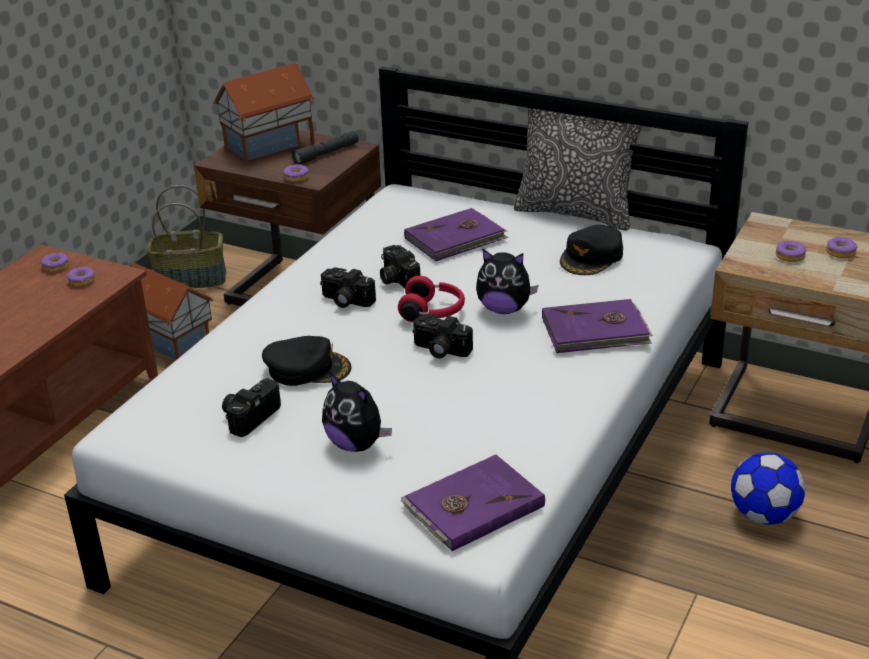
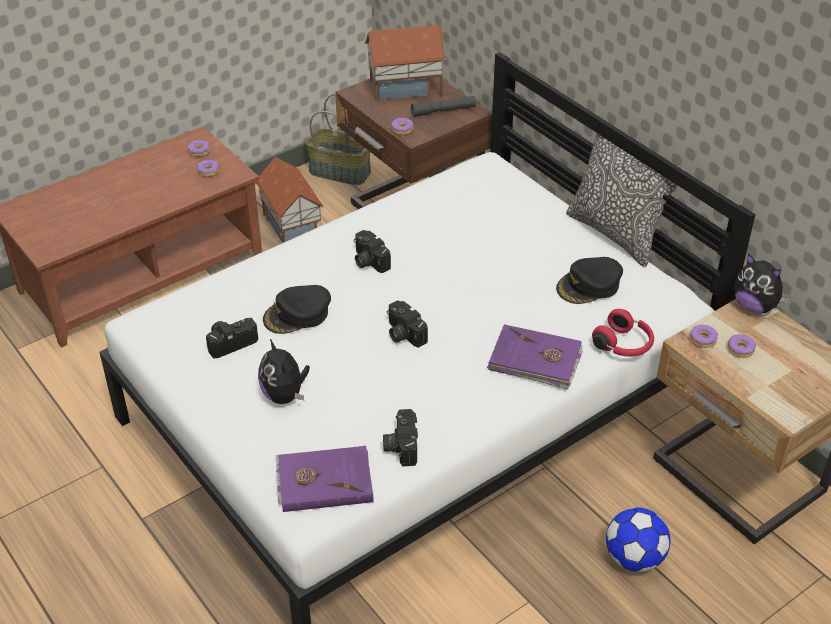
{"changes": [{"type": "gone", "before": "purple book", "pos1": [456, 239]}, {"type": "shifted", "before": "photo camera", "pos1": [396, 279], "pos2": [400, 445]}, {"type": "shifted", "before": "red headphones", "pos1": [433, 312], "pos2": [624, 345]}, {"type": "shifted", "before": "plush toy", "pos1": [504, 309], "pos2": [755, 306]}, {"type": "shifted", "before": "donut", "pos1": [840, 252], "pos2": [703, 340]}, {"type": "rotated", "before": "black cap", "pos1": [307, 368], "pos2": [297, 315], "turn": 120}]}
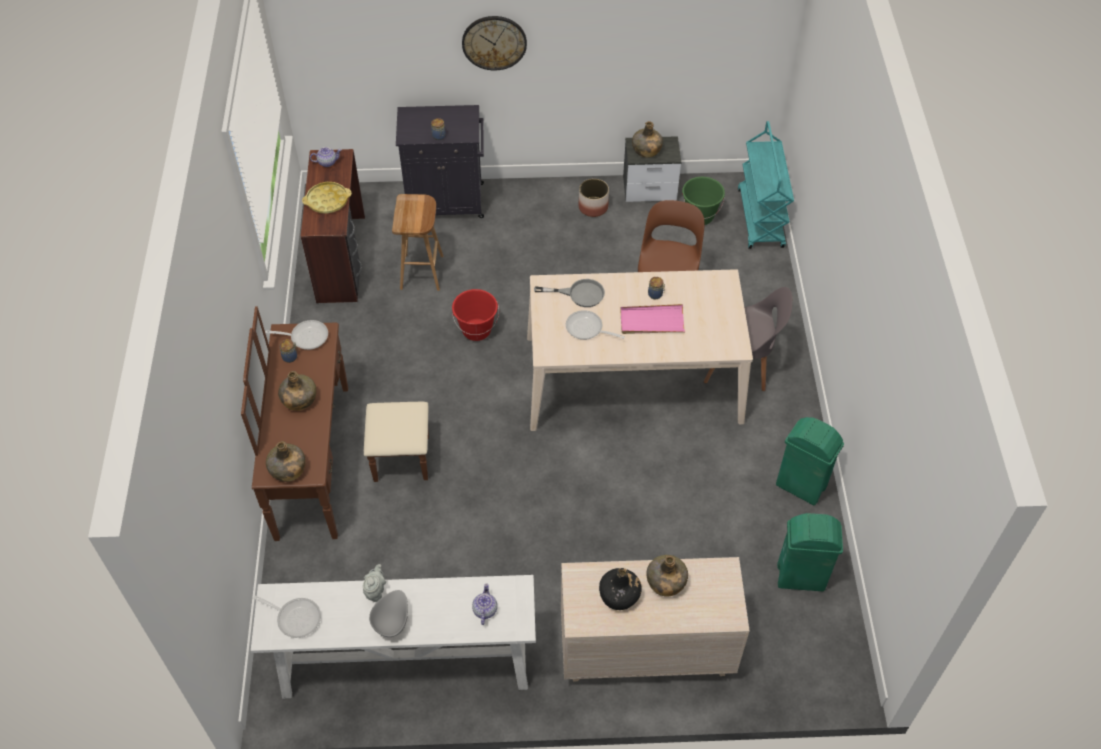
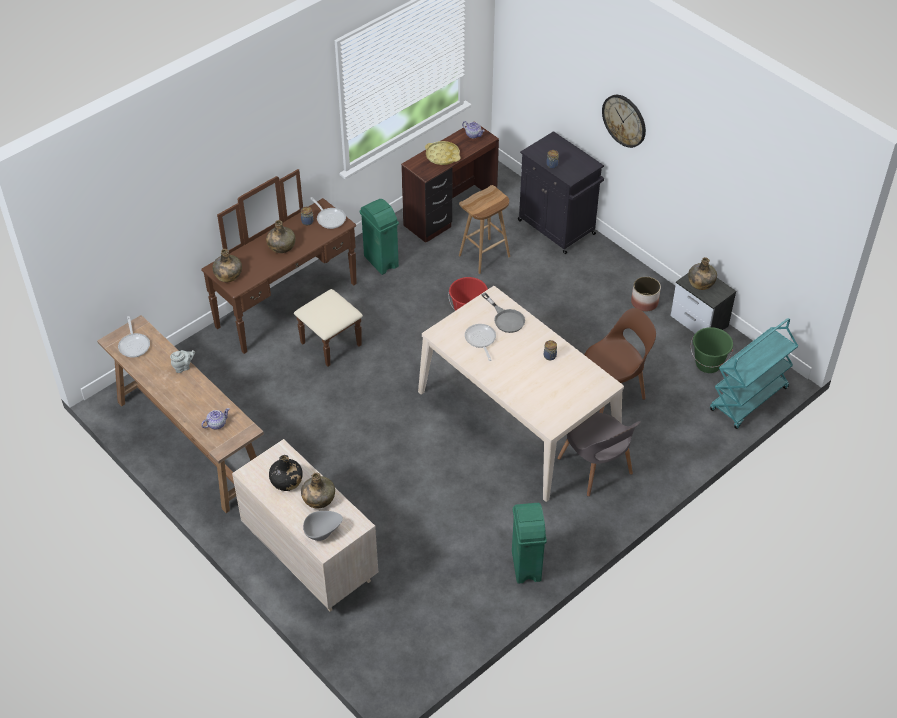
{"changes": [{"type": "gone", "before": "pink tray", "pos1": [652, 321]}, {"type": "shifted", "before": "grey bowl", "pos1": [392, 622], "pos2": [322, 532]}, {"type": "shifted", "before": "green trash can", "pos1": [801, 578], "pos2": [381, 262]}, {"type": "repainted", "before": "white console table", "after": "brown console table", "pos1": [404, 663], "pos2": [190, 442]}]}
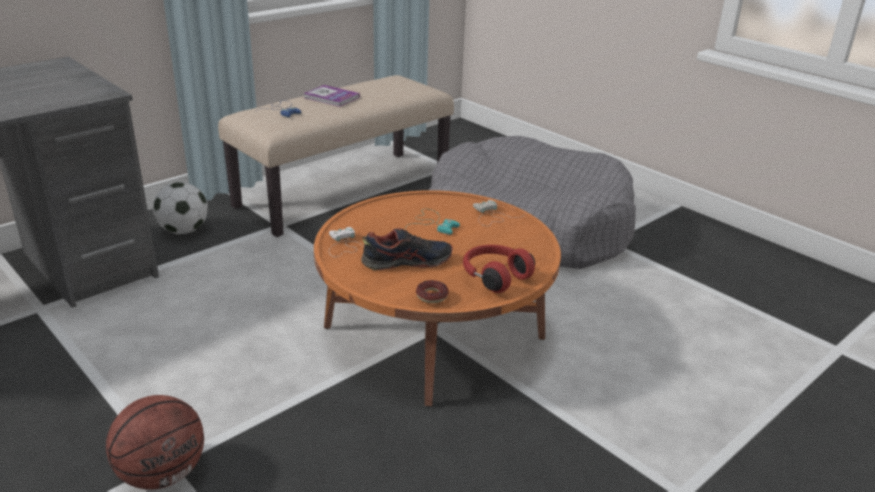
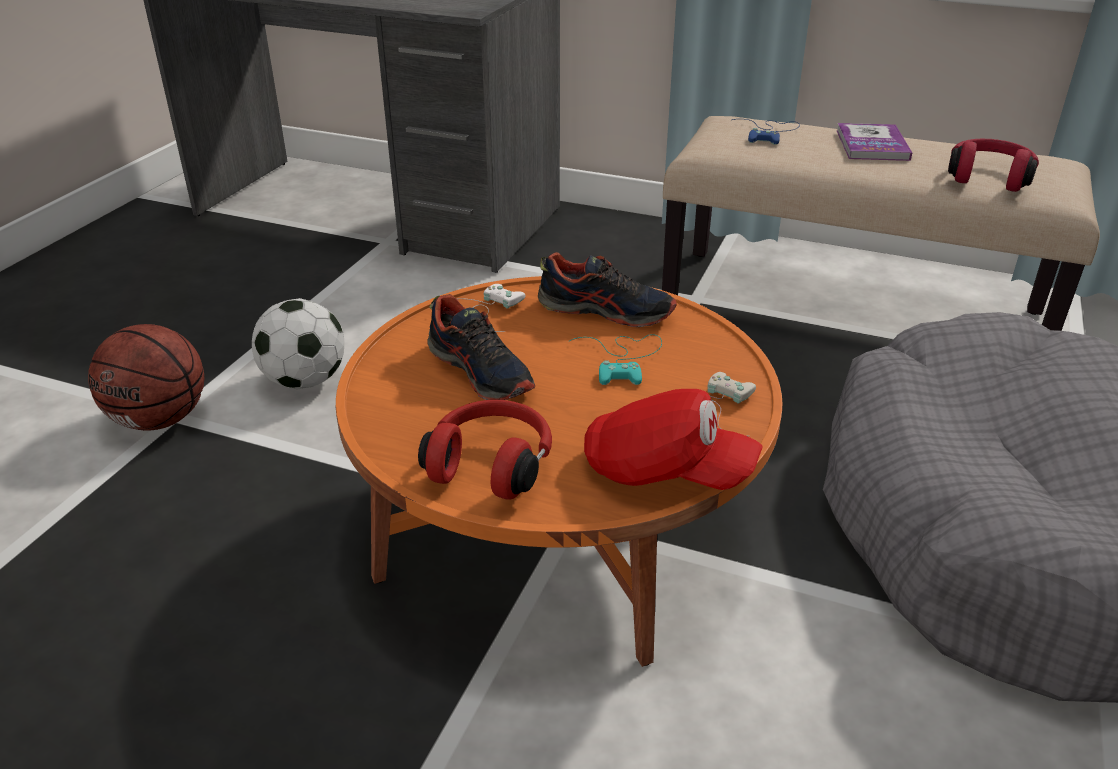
{"changes": [{"type": "gone", "before": "donut", "pos1": [432, 295]}, {"type": "new", "after": "shoe", "pos2": [606, 310]}, {"type": "new", "after": "red cap", "pos2": [665, 471]}, {"type": "new", "after": "red headphones", "pos2": [988, 177]}, {"type": "shifted", "before": "football", "pos1": [183, 231], "pos2": [305, 381]}]}
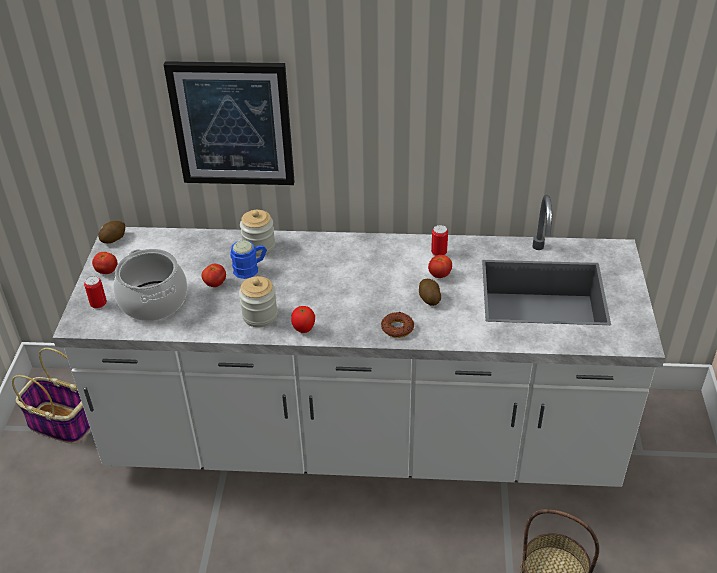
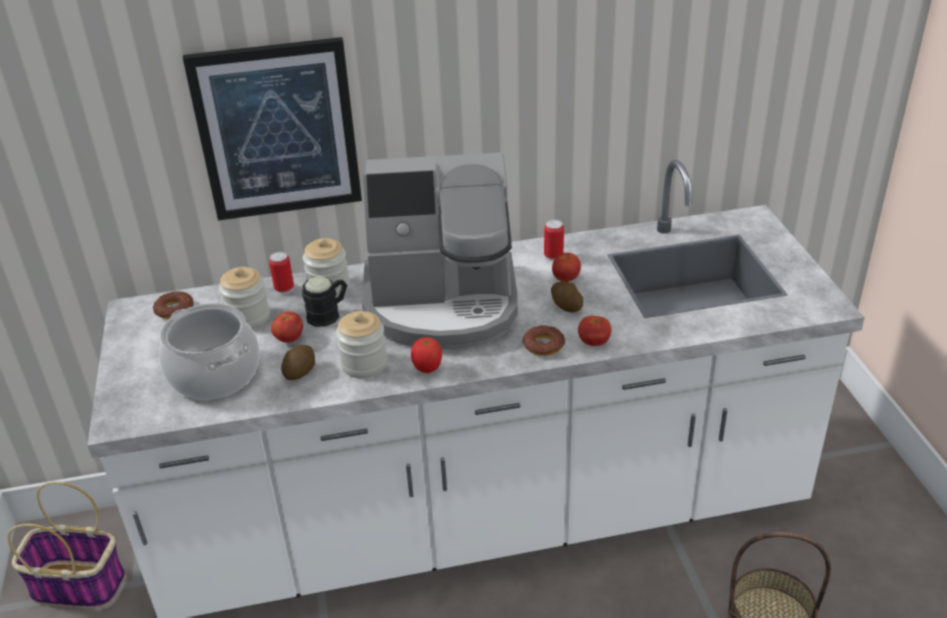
{"changes": [{"type": "new", "after": "donut", "pos2": [174, 310]}, {"type": "new", "after": "jar", "pos2": [248, 317]}, {"type": "new", "after": "coffee machine", "pos2": [442, 304]}, {"type": "shifted", "before": "can", "pos1": [98, 304], "pos2": [284, 289]}, {"type": "shifted", "before": "tomato", "pos1": [107, 271], "pos2": [594, 342]}, {"type": "shifted", "before": "potato", "pos1": [113, 238], "pos2": [300, 371]}, {"type": "repainted", "before": "blue mug", "after": "black mug", "pos1": [250, 269], "pos2": [328, 314]}]}
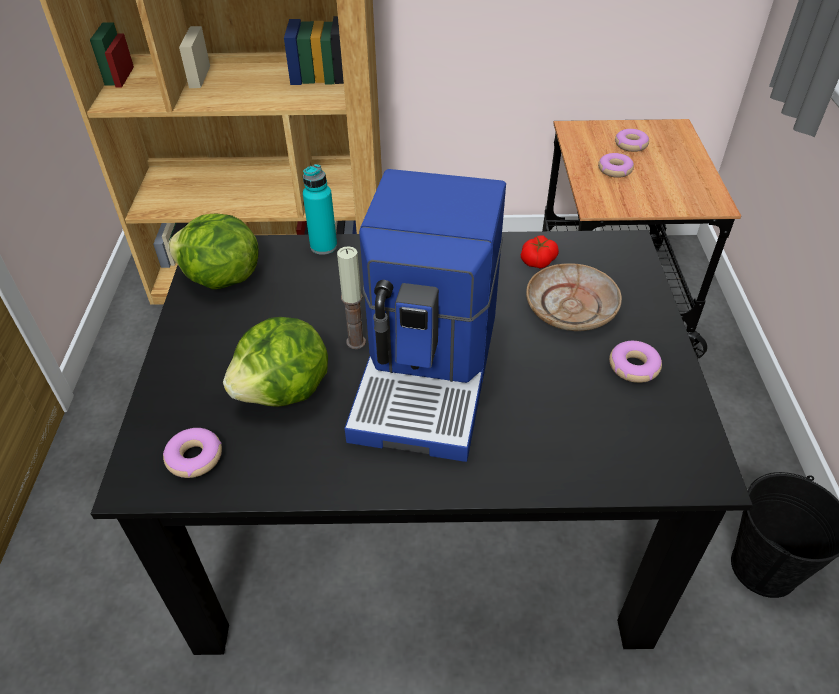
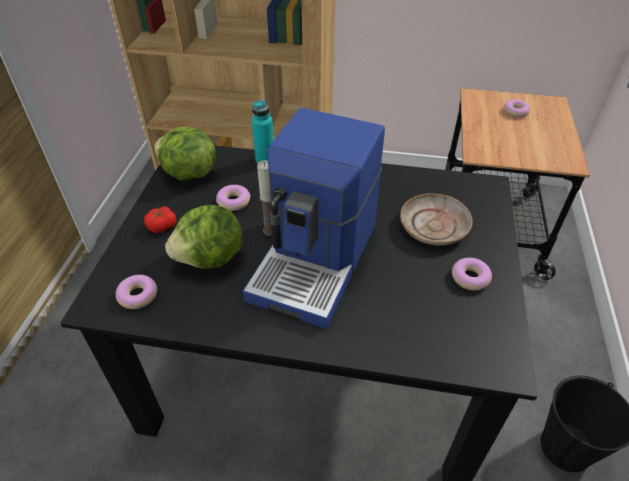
{"changes": [{"type": "shifted", "before": "tomato", "pos1": [538, 260], "pos2": [161, 226]}, {"type": "shifted", "before": "donut", "pos1": [614, 170], "pos2": [233, 201]}]}
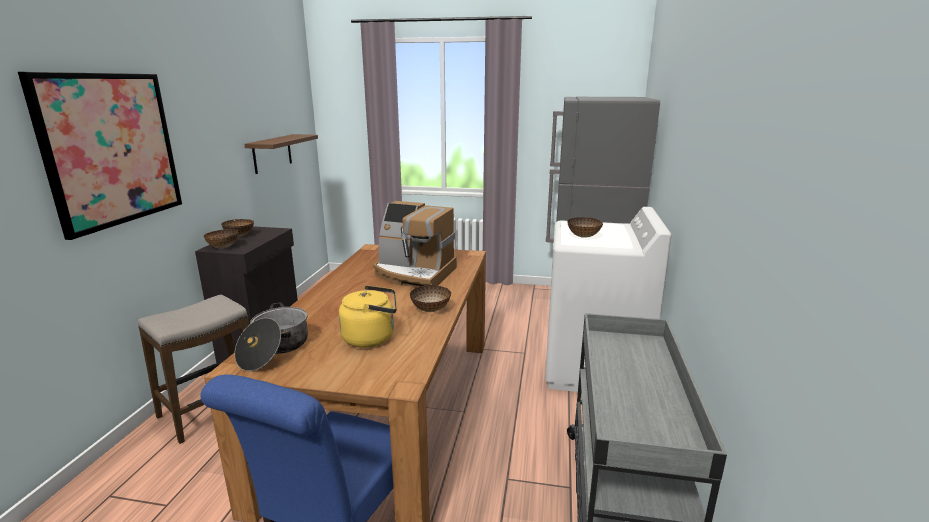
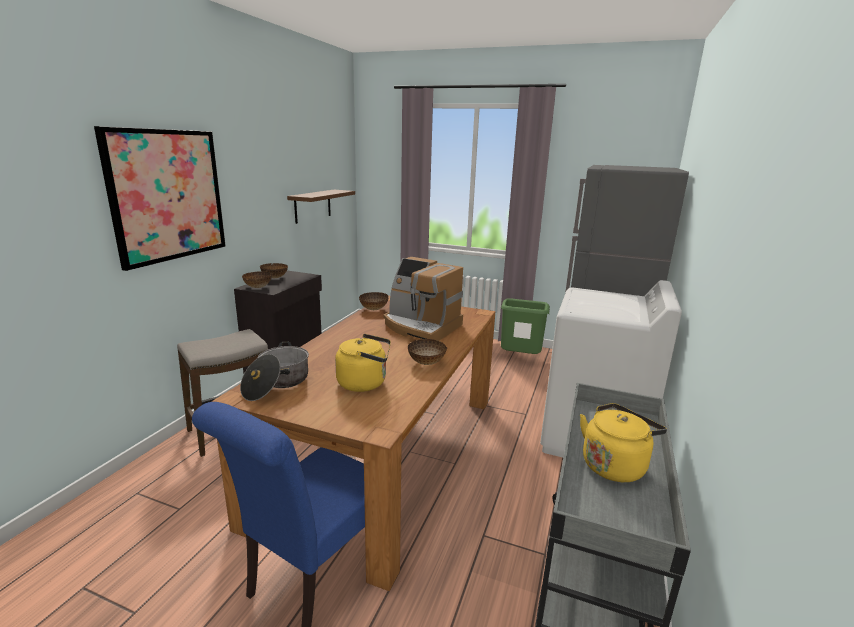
{"changes": [{"type": "new", "after": "green trash can", "pos2": [520, 358]}, {"type": "new", "after": "yellow kettle", "pos2": [614, 465]}, {"type": "shifted", "before": "bowl", "pos1": [583, 236], "pos2": [373, 309]}]}
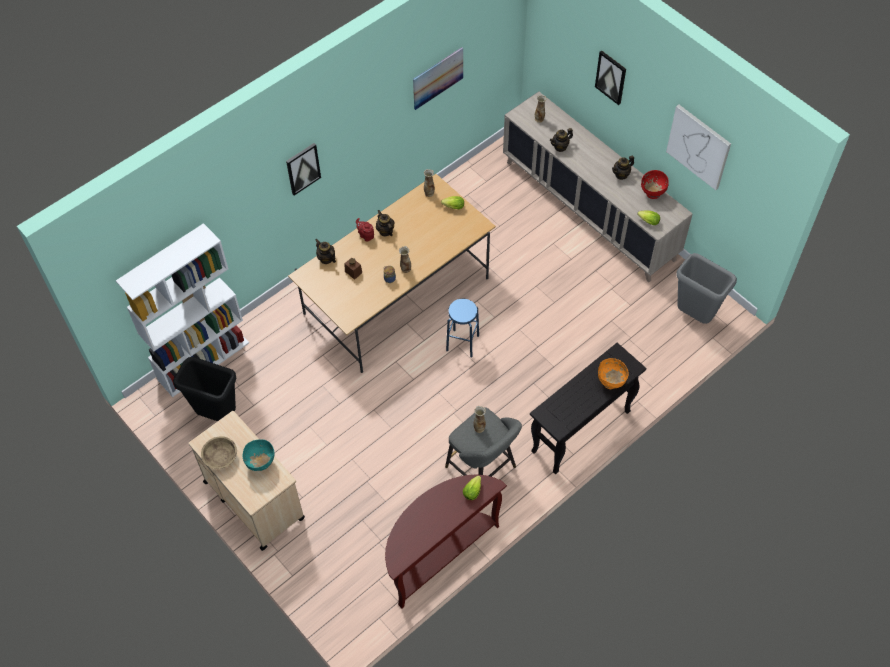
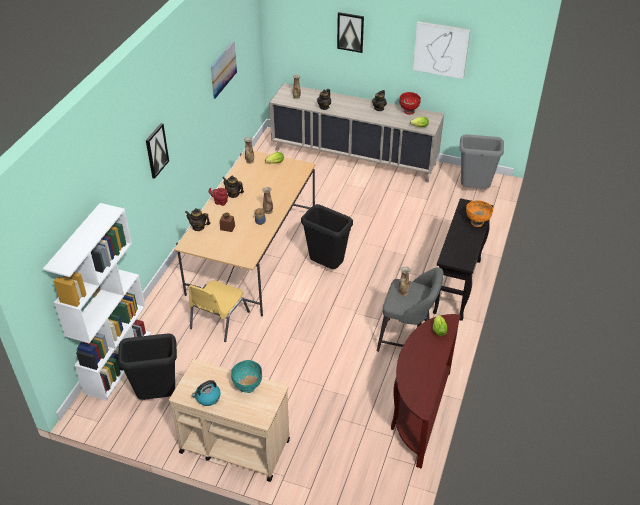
{"changes": [{"type": "new", "after": "yellow chair", "pos2": [218, 320]}, {"type": "swapped", "before": "beige bowl", "after": "kettle", "pos1": [221, 457], "pos2": [207, 398]}, {"type": "swapped", "before": "blue stool", "after": "black trash can", "pos1": [462, 343], "pos2": [327, 266]}]}
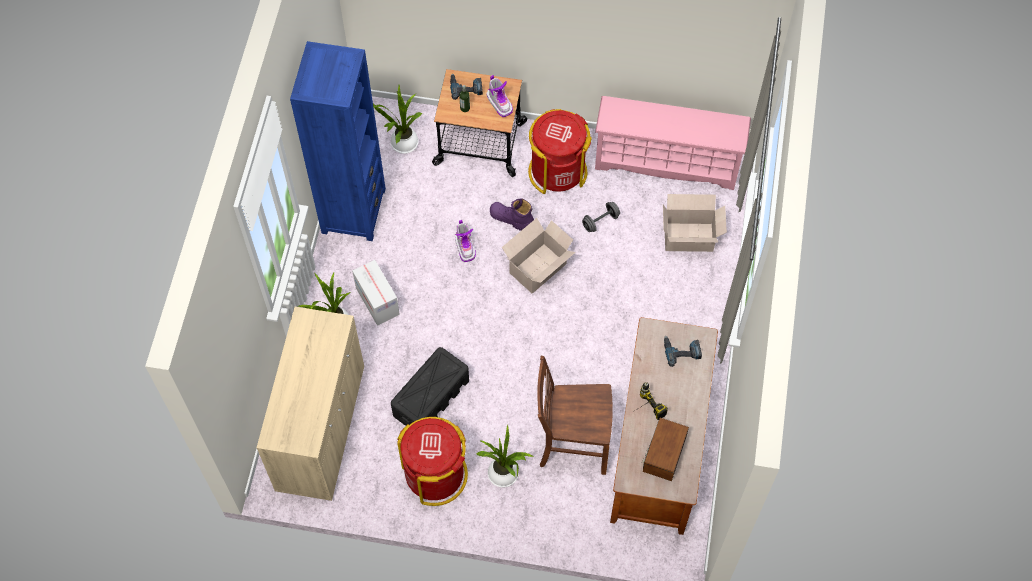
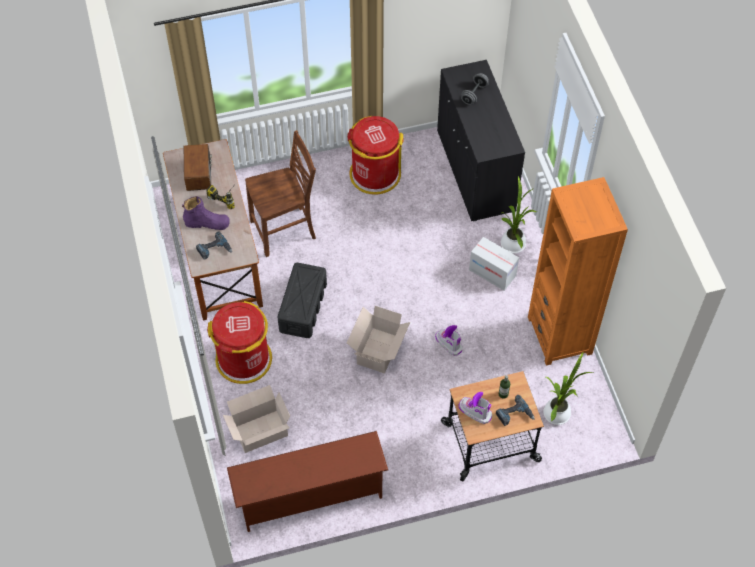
{"changes": [{"type": "gone", "before": "potted plant", "pos1": [505, 475]}, {"type": "shifted", "before": "black storage box", "pos1": [430, 398], "pos2": [303, 307]}, {"type": "shifted", "before": "purple boot", "pos1": [511, 219], "pos2": [207, 223]}, {"type": "shifted", "before": "red trash can", "pos1": [557, 171], "pos2": [244, 359]}, {"type": "shifted", "before": "grey dumbbell", "pos1": [600, 221], "pos2": [474, 94]}, {"type": "repainted", "before": "beige cabinet", "after": "black cabinet", "pos1": [321, 428], "pos2": [475, 171]}, {"type": "repainted", "before": "blue bookcase", "after": "orange bookcase", "pos1": [353, 211], "pos2": [560, 335]}, {"type": "repainted", "before": "pink shoe rack", "after": "brown shoe rack", "pos1": [667, 161], "pos2": [310, 497]}]}
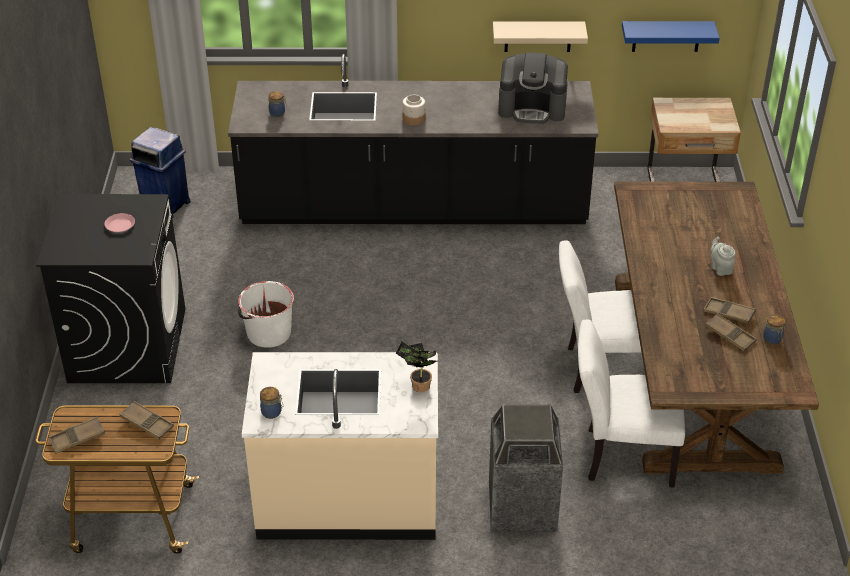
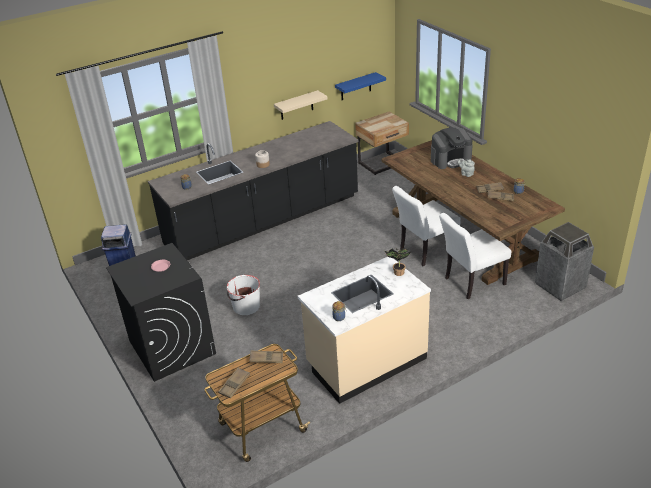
{"changes": [{"type": "shifted", "before": "trash can", "pos1": [521, 508], "pos2": [560, 286]}, {"type": "shifted", "before": "coffee machine", "pos1": [532, 108], "pos2": [450, 160]}]}
